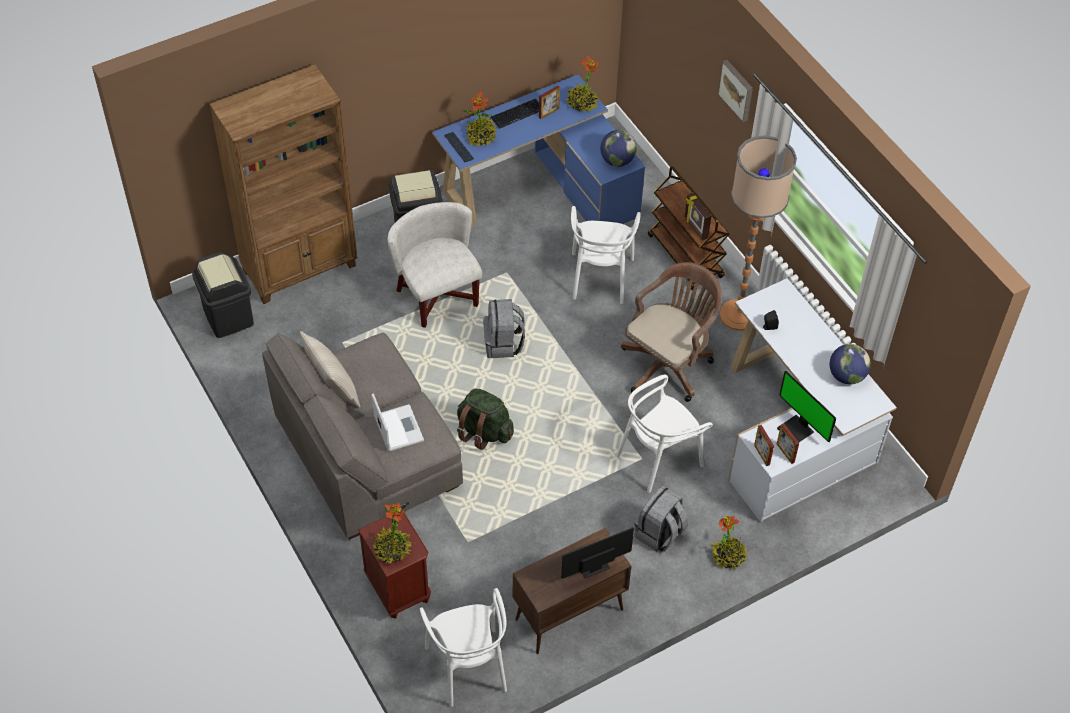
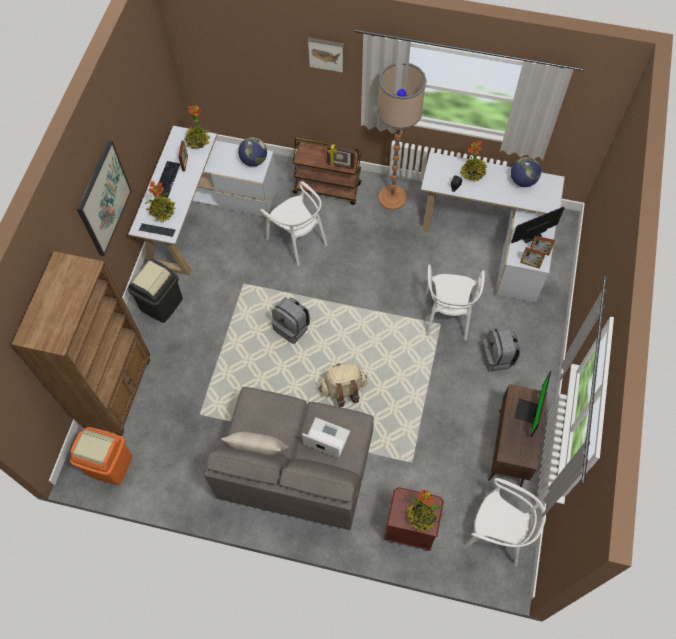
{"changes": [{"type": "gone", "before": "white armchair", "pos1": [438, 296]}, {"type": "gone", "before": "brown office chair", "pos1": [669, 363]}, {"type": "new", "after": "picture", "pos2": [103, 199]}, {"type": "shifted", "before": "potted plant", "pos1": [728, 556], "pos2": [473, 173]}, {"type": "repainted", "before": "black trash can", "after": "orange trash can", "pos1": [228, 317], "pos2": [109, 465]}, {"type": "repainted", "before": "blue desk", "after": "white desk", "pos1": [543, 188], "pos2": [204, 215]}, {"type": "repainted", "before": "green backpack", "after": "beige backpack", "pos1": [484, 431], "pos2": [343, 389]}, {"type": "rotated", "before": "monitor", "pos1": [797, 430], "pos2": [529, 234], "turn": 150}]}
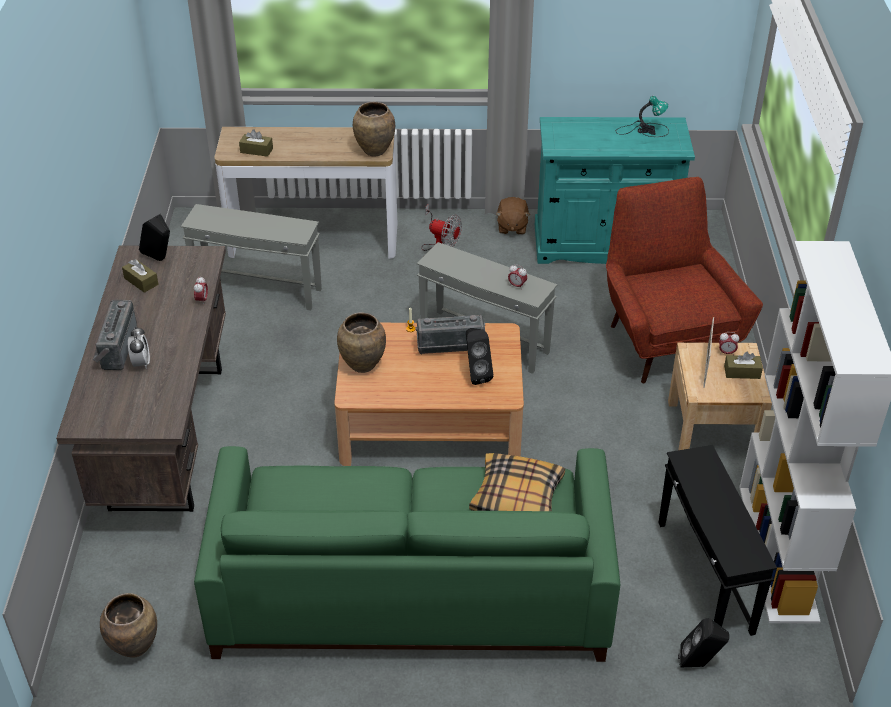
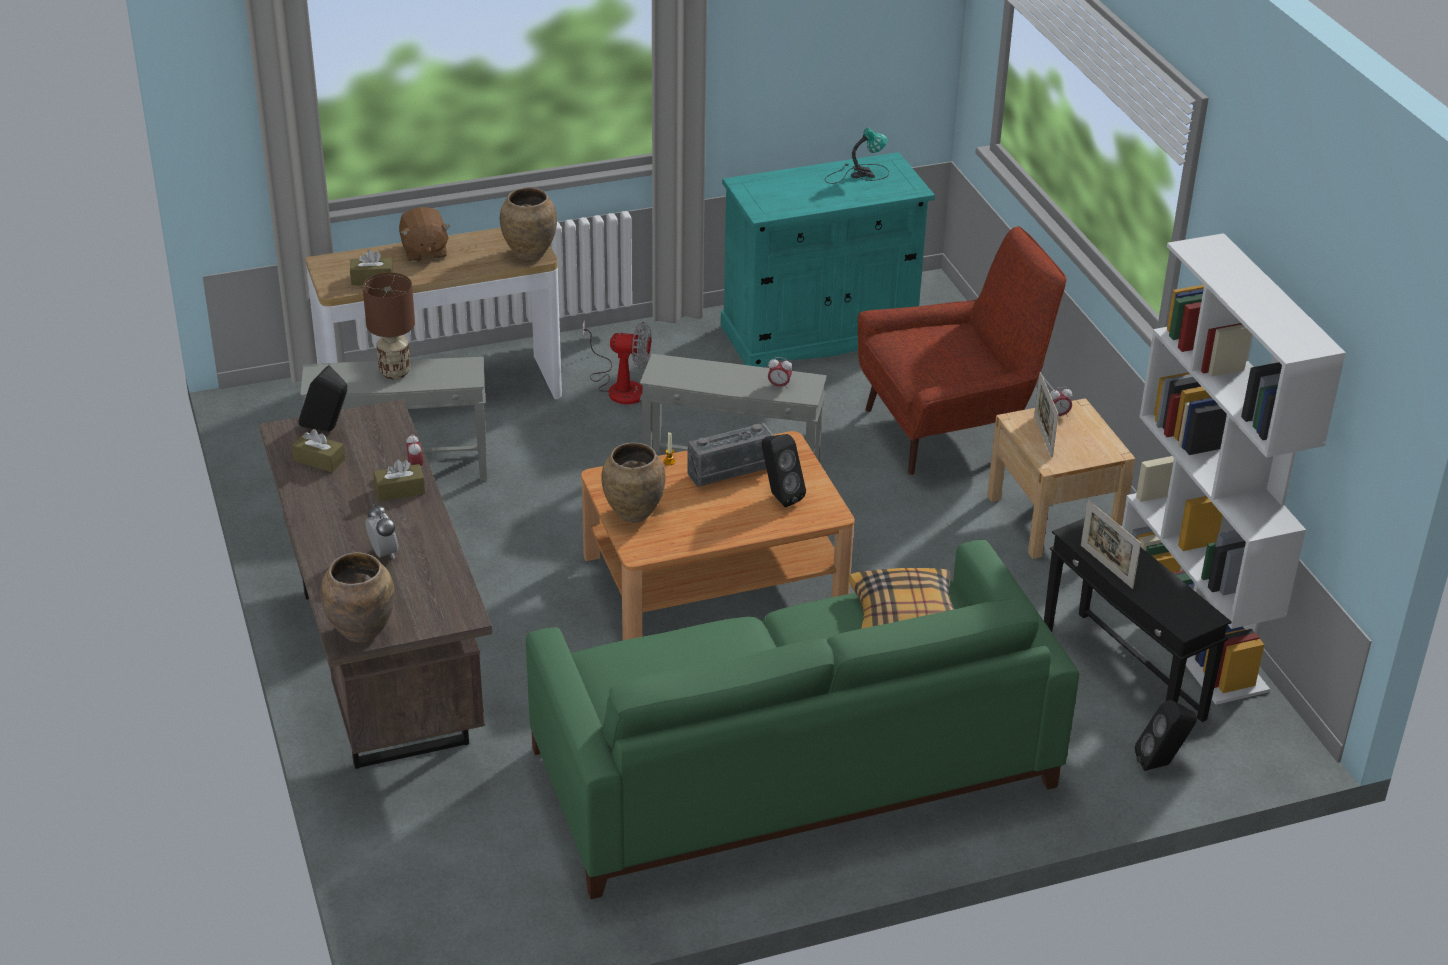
{"changes": [{"type": "gone", "before": "radio", "pos1": [115, 347]}, {"type": "new", "after": "brown table lamp", "pos2": [394, 372]}, {"type": "new", "after": "picture frame", "pos2": [1106, 566]}, {"type": "shifted", "before": "brown vase", "pos1": [135, 646], "pos2": [362, 631]}, {"type": "shifted", "before": "brown plush toy", "pos1": [512, 227], "pos2": [424, 251]}, {"type": "shifted", "before": "brown tissue box", "pos1": [742, 372], "pos2": [400, 490]}, {"type": "rotated", "before": "red armchair", "pos1": [666, 340], "pos2": [950, 429], "turn": 105}]}
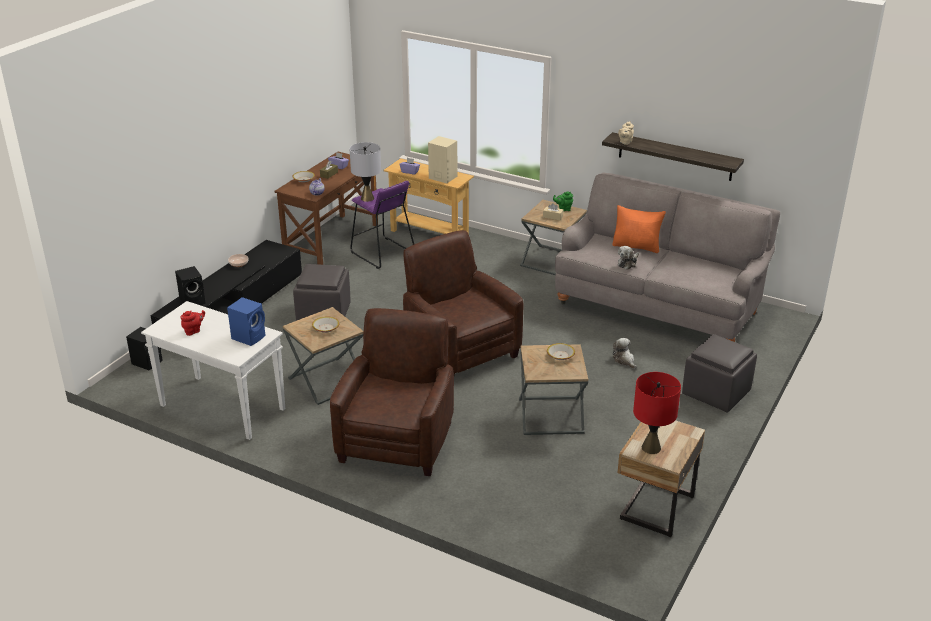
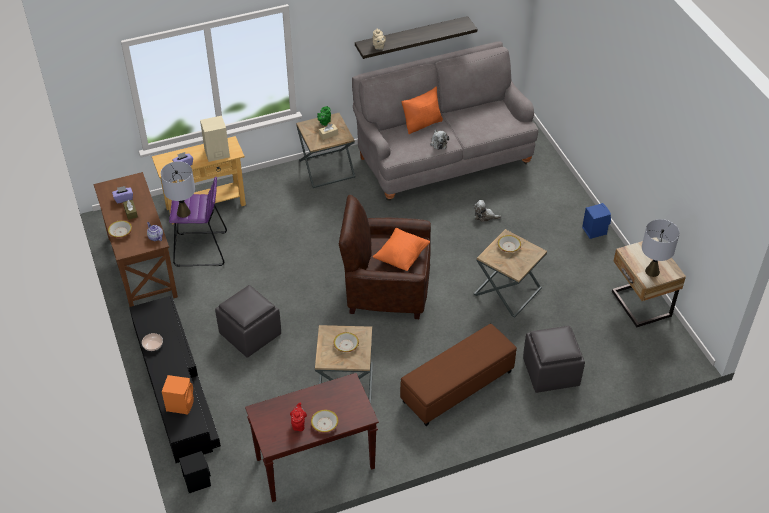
{"changes": [{"type": "new", "after": "bowl", "pos2": [324, 424]}, {"type": "new", "after": "orange pillow", "pos2": [401, 257]}, {"type": "shifted", "before": "blue speaker", "pos1": [249, 337], "pos2": [594, 230]}, {"type": "shifted", "before": "grey ottoman", "pos1": [717, 392], "pos2": [551, 371]}, {"type": "swapped", "before": "brown armchair", "after": "brown ottoman", "pos1": [397, 441], "pos2": [457, 386]}, {"type": "repainted", "before": "white console table", "after": "brown console table", "pos1": [221, 408], "pos2": [314, 464]}, {"type": "repainted", "before": "black speaker", "after": "orange speaker", "pos1": [193, 301], "pos2": [180, 404]}, {"type": "repainted", "before": "red table lamp", "after": "grey table lamp", "pos1": [651, 448], "pos2": [652, 271]}]}
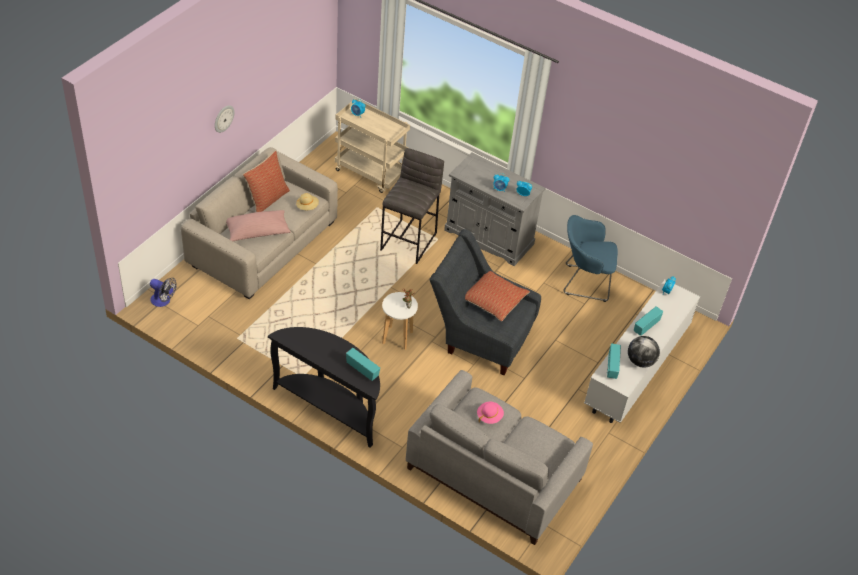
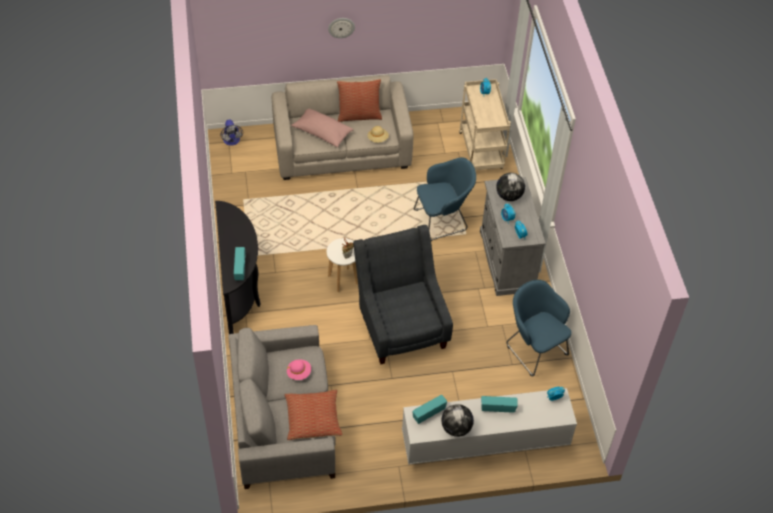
{"changes": [{"type": "new", "after": "globe", "pos2": [509, 196]}, {"type": "shifted", "before": "pillow", "pos1": [493, 300], "pos2": [313, 419]}, {"type": "swapped", "before": "grey stool", "after": "blue armchair", "pos1": [409, 241], "pos2": [443, 220]}]}
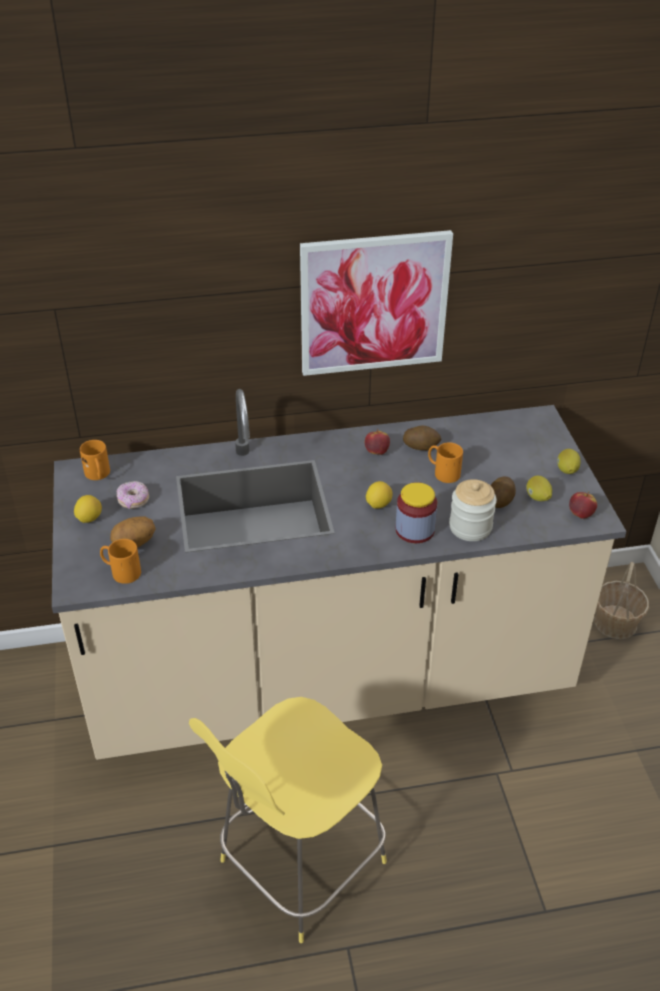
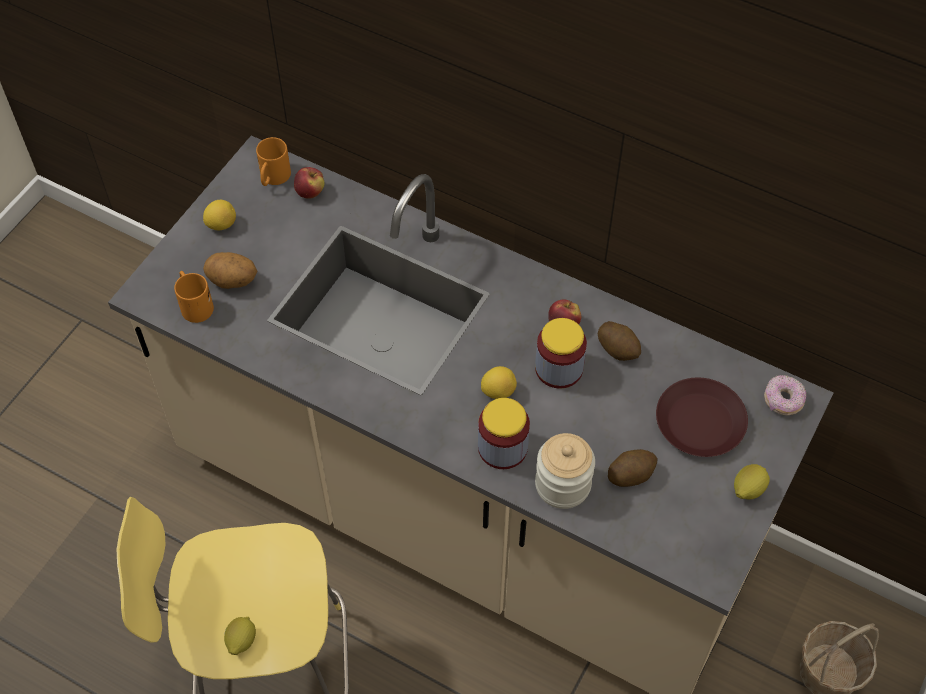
{"changes": [{"type": "gone", "before": "picture", "pos1": [373, 303]}, {"type": "gone", "before": "orange mug", "pos1": [442, 472]}, {"type": "new", "after": "jar", "pos2": [559, 368]}, {"type": "new", "after": "brown plate", "pos2": [699, 423]}, {"type": "shifted", "before": "donut", "pos1": [133, 500], "pos2": [783, 400]}, {"type": "shifted", "before": "lemon", "pos1": [537, 498], "pos2": [241, 641]}, {"type": "shifted", "before": "apple", "pos1": [580, 514], "pos2": [310, 192]}]}
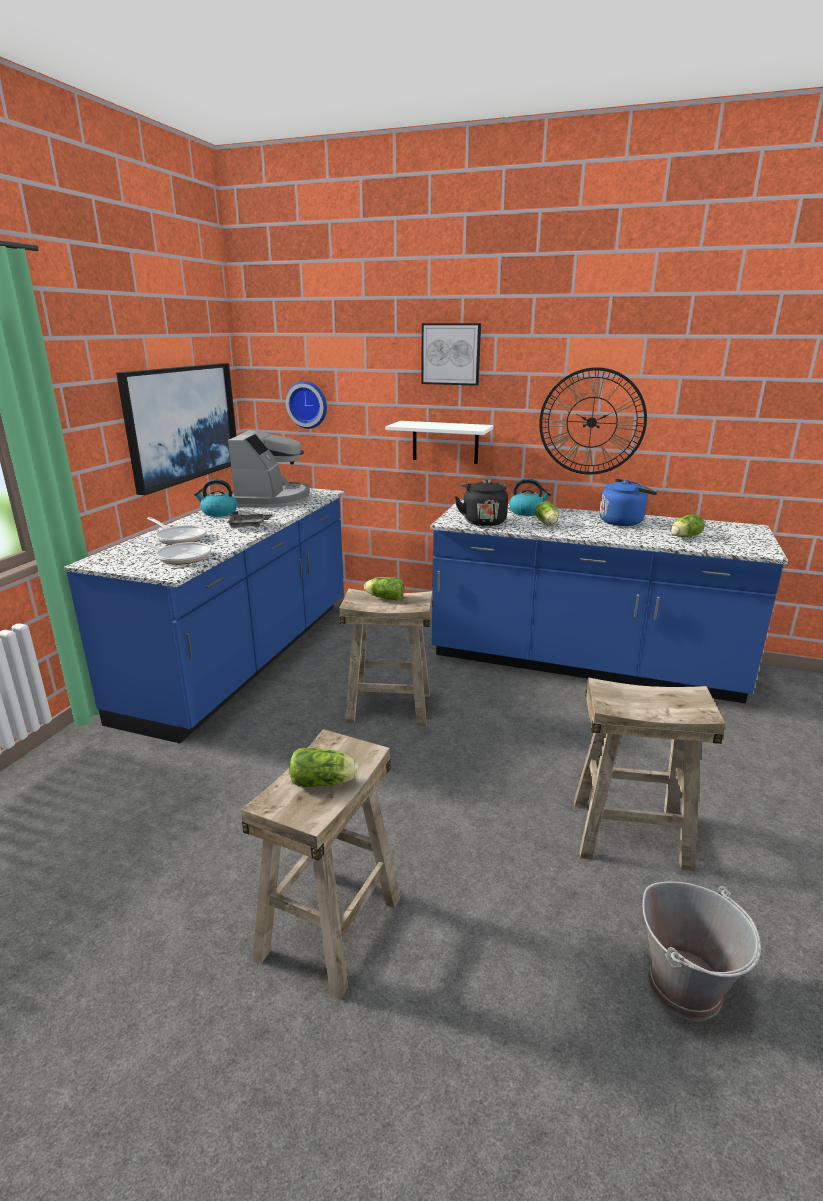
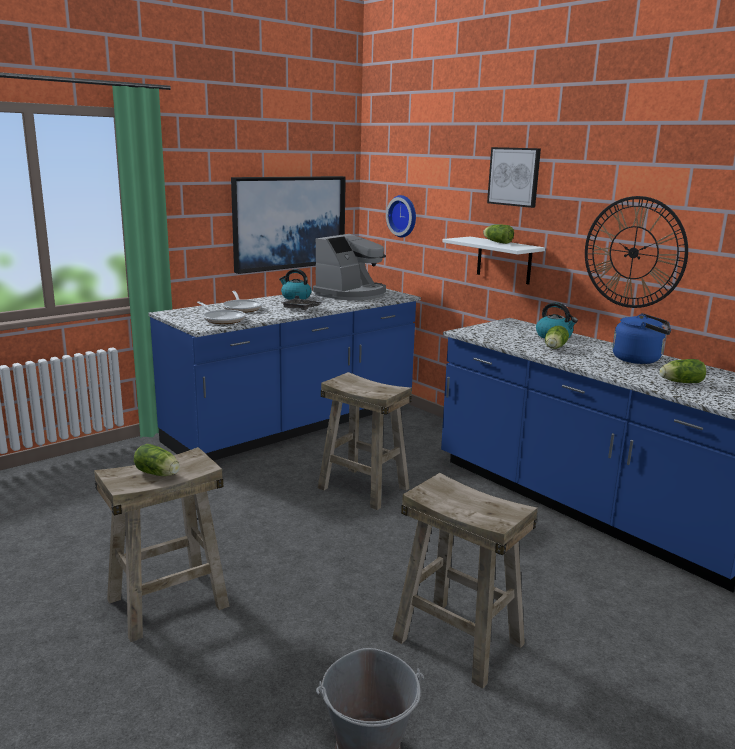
{"changes": [{"type": "gone", "before": "black kettle", "pos1": [483, 521]}, {"type": "shifted", "before": "lettuce", "pos1": [384, 598], "pos2": [497, 242]}]}
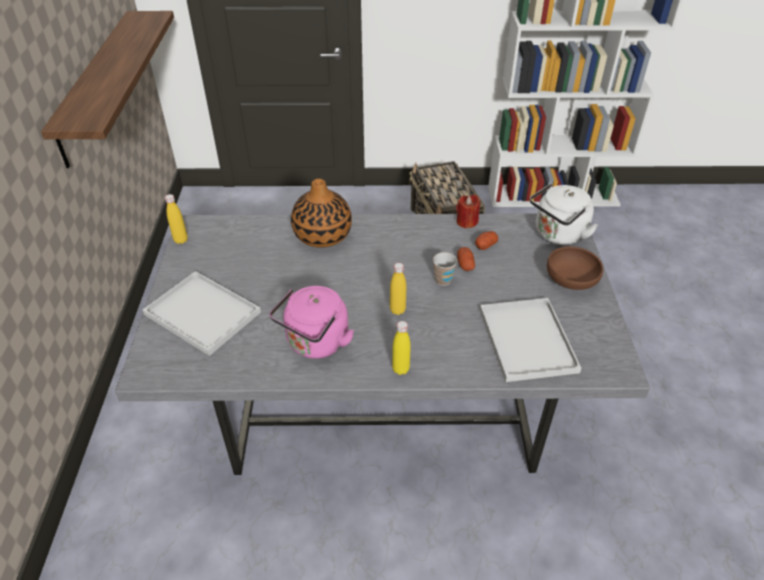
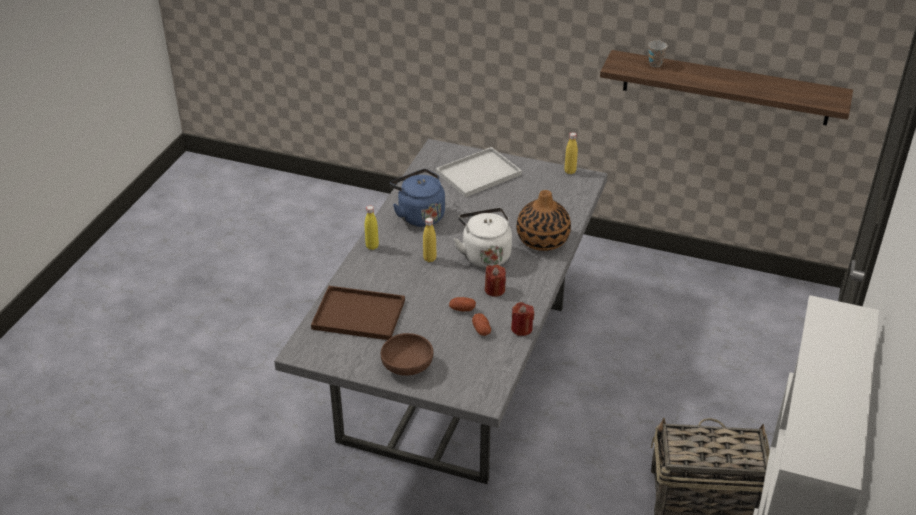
{"changes": [{"type": "new", "after": "red candle", "pos2": [494, 290]}, {"type": "shifted", "before": "cup", "pos1": [443, 280], "pos2": [655, 64]}, {"type": "shifted", "before": "white kettle", "pos1": [558, 235], "pos2": [485, 254]}, {"type": "repainted", "before": "pink kettle", "after": "blue kettle", "pos1": [315, 344], "pos2": [419, 215]}, {"type": "repainted", "before": "white tray", "after": "brown tray", "pos1": [529, 341], "pos2": [356, 315]}]}
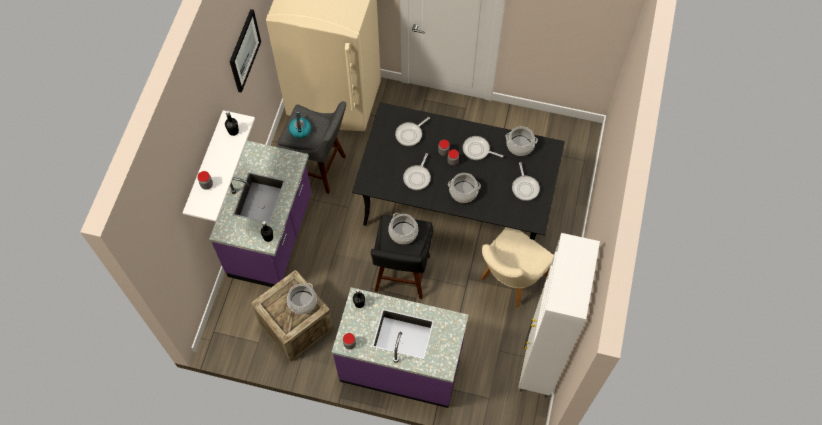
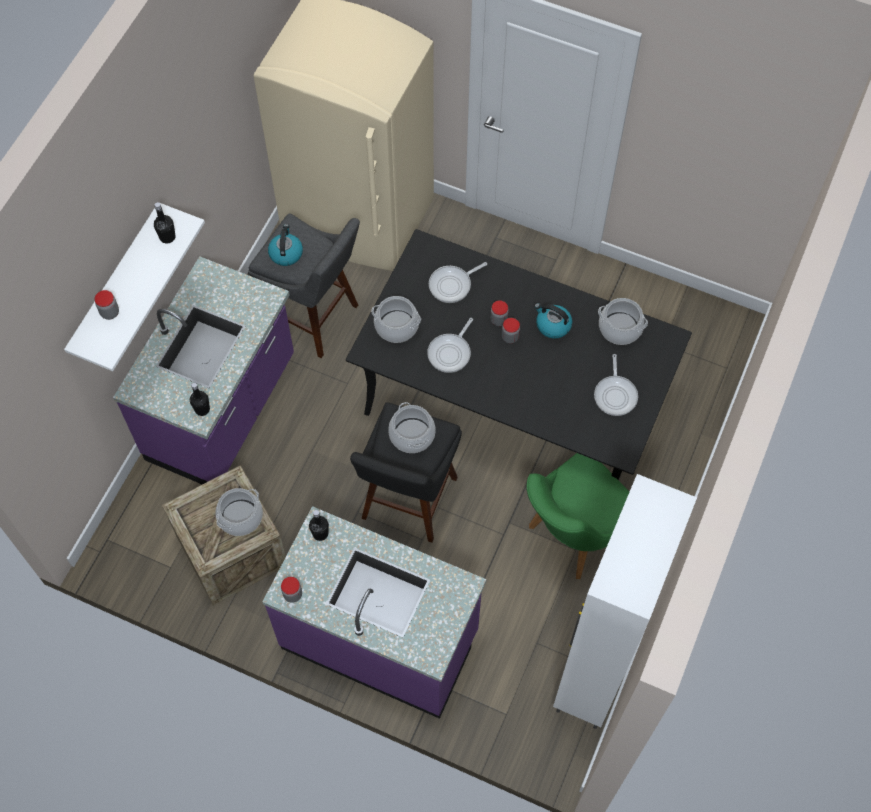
{"changes": [{"type": "gone", "before": "picture", "pos1": [244, 50]}, {"type": "shifted", "before": "cooking pot", "pos1": [463, 192], "pos2": [396, 326]}, {"type": "swapped", "before": "frying pan", "after": "kettle", "pos1": [477, 150], "pos2": [552, 325]}, {"type": "repainted", "before": "beige chair", "after": "green chair", "pos1": [509, 280], "pos2": [572, 536]}]}
